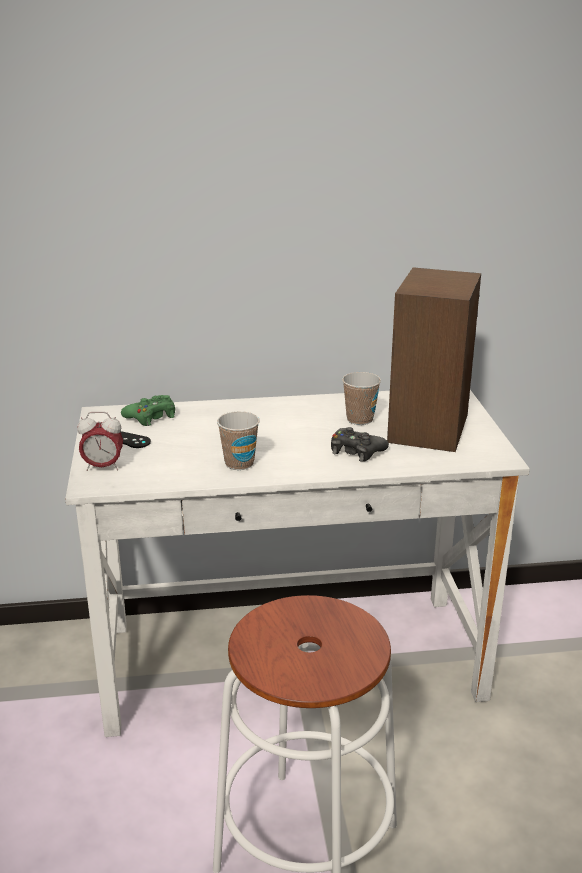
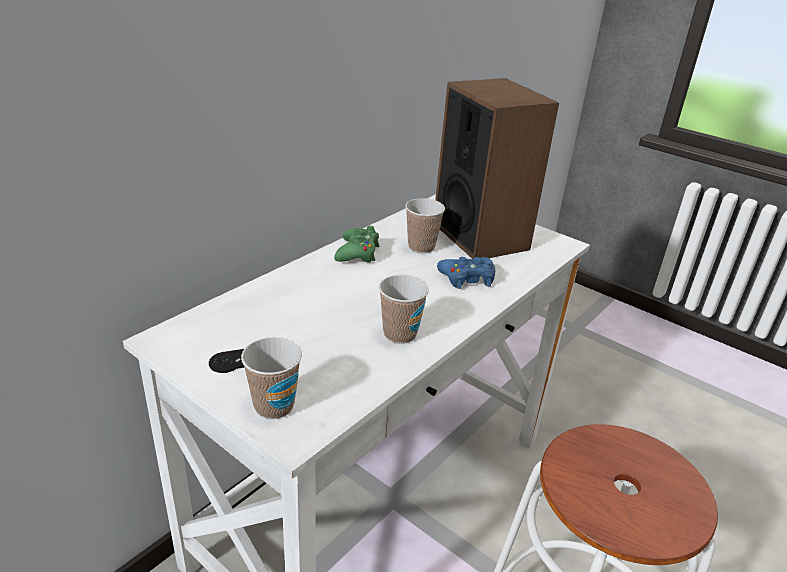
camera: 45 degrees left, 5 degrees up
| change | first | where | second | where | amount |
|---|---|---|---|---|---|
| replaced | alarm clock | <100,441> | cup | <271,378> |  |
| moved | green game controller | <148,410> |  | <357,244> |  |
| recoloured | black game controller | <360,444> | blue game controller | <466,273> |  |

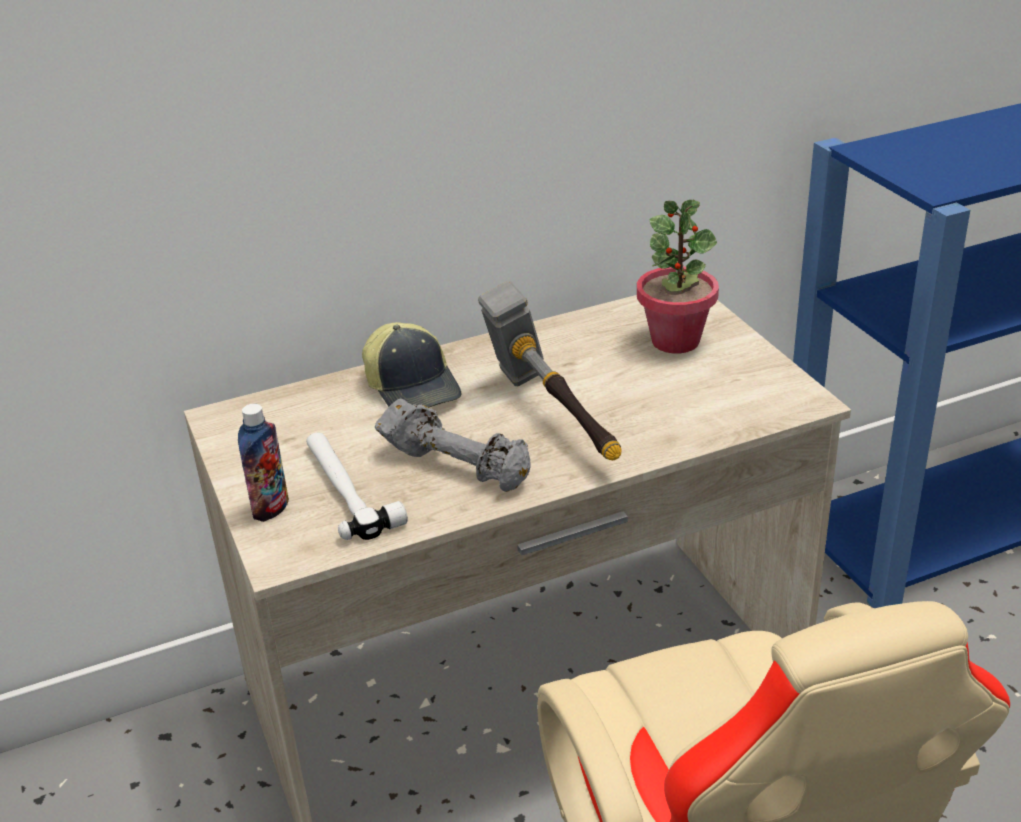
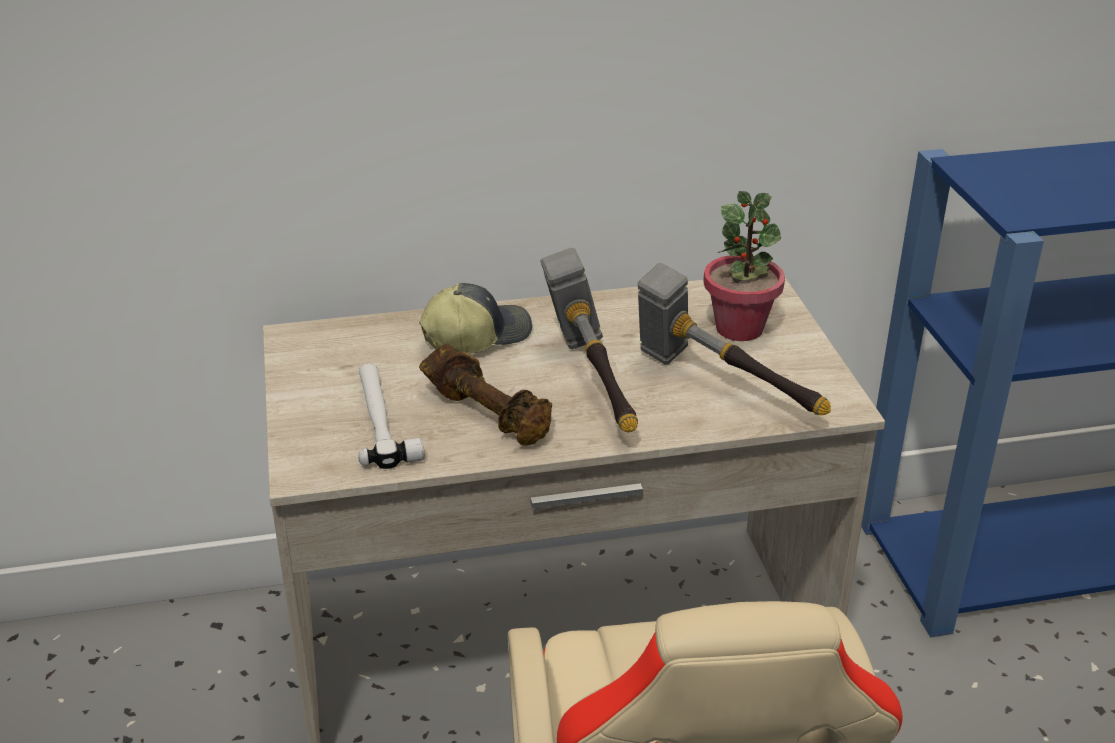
camera: 10 degrees right, 0 degrees up
| change | first | where | second | where | amount |
|---|---|---|---|---|---|
| turned | cap | <411,364> |  | <475,318> | 105 degrees counterclockwise |
| recoloured | grey dumbbell | <453,445> | brown dumbbell | <485,395> |  |
| added |  |  | hammer | <734,339> |  |
| removed | bottle | <263,463> |  |  |  |

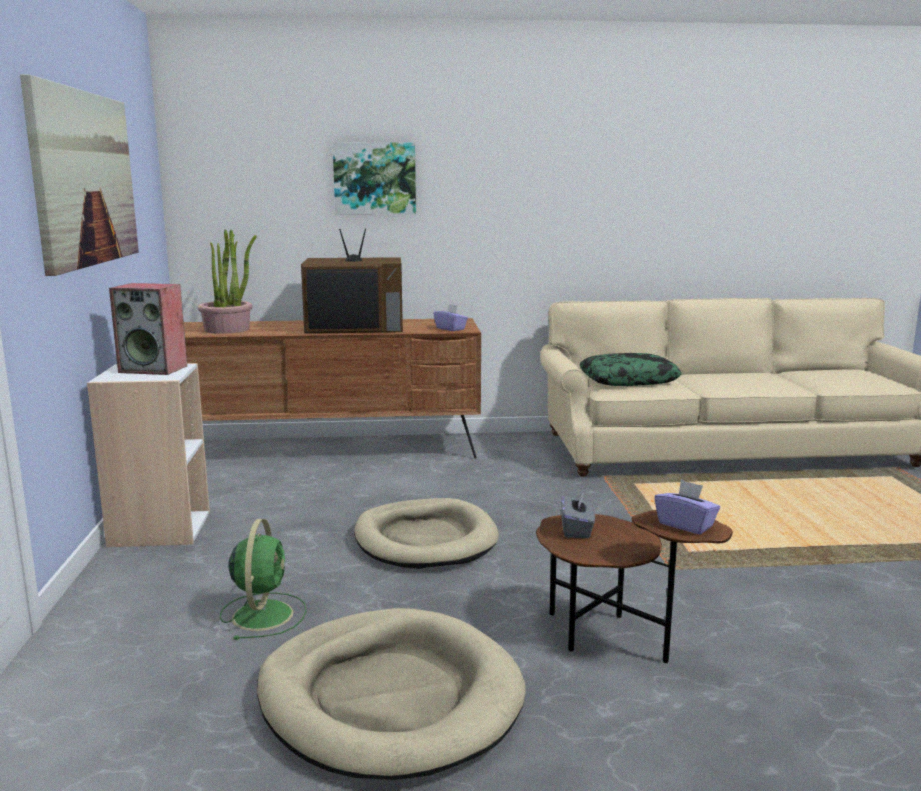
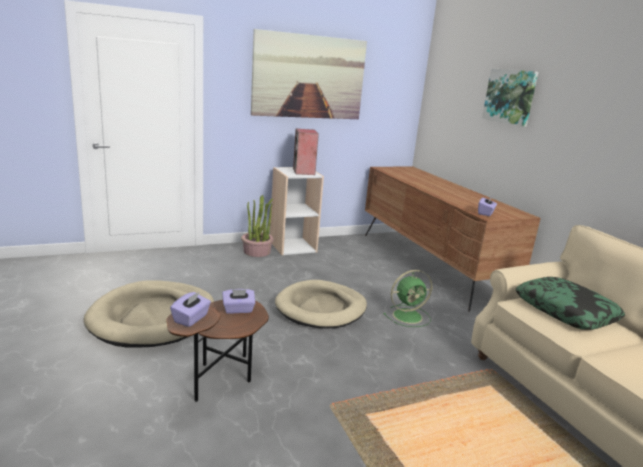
camera: 70 degrees right, 5 degrees up
| change | first | where | second | where | amount |
|---|---|---|---|---|---|
| recoloured | grey tissue box | <578,514> | purple tissue box | <238,301> |  |
| moved | potted plant | <227,281> |  | <257,226> |  |
| moved | green fan | <263,579> |  | <407,298> |  |
| removed | television | <352,281> |  |  |  |

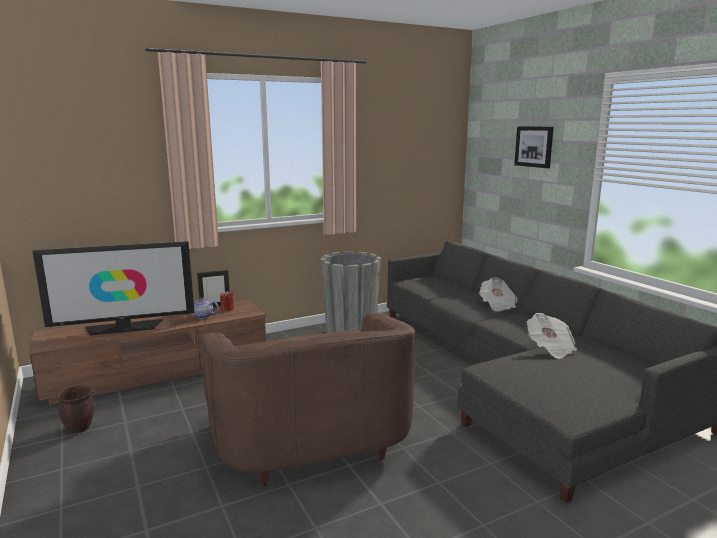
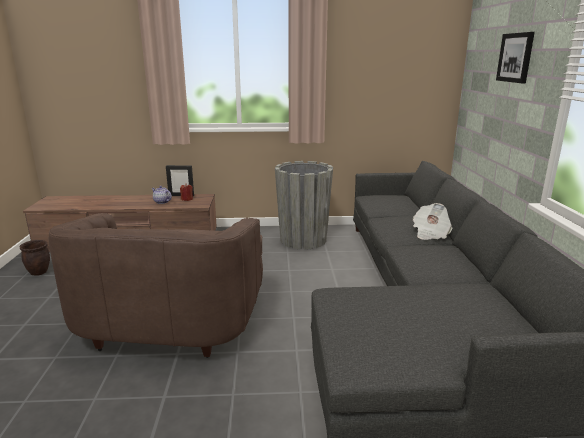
camera: 25 degrees right, 5 degrees up
| change | first | where | second | where | amount |
|---|---|---|---|---|---|
| removed | television | <114,288> |  |  |  |
| removed | newspaper | <552,336> |  |  |  |

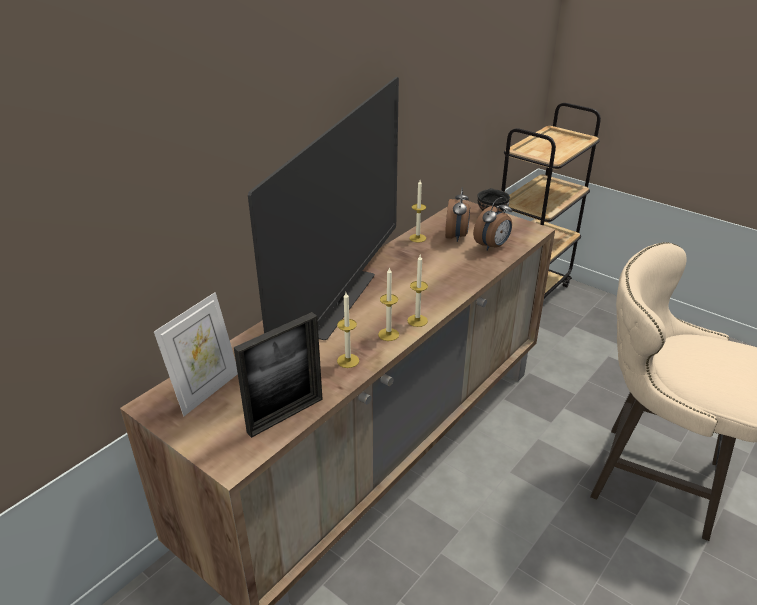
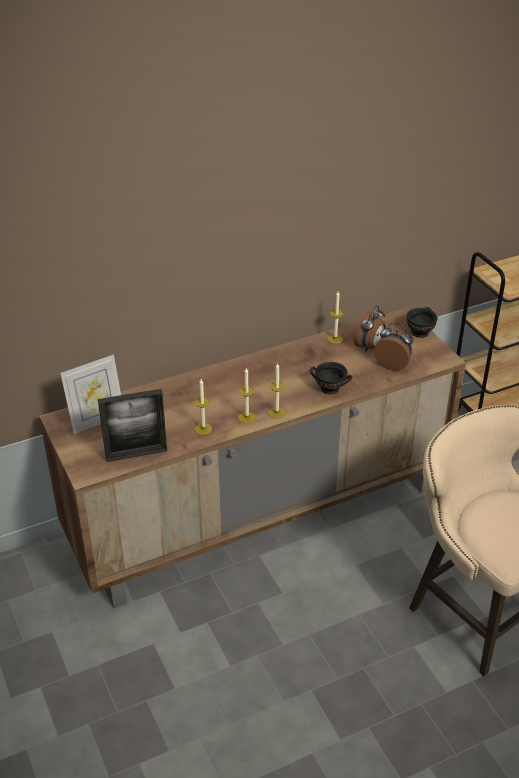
camera: 25 degrees right, 5 degrees up
| change | first | where | second | where | amount |
|---|---|---|---|---|---|
| added |  |  | black bowl | <331,378> |  |
| turned | alarm clock | <492,223> |  | <393,347> | 135 degrees counterclockwise |
| removed | television | <323,208> |  |  |  |

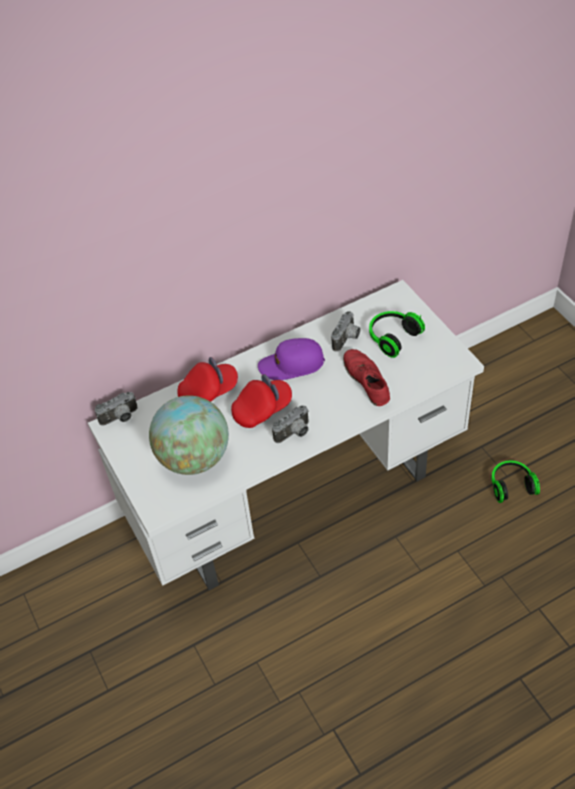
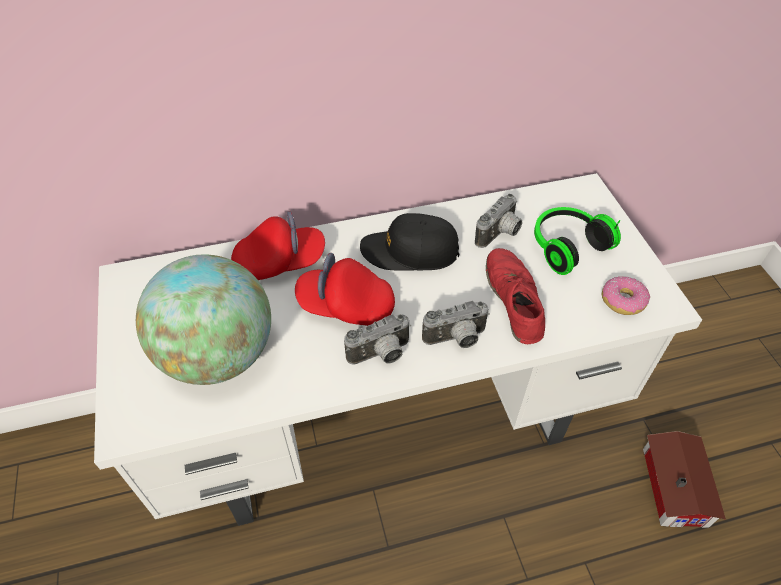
camera: 10 degrees right, 0 degrees up
| change | first | where | second | where | amount |
|---|---|---|---|---|---|
| turned | red cap | <261,401> |  | <345,289> | 150 degrees counterclockwise |
| recoloured | purple cap | <291,359> | black cap | <409,242> |  |
| moved | photo camera | <116,409> |  | <456,324> |  |
| added |  |  | donut | <626,295> |  |
| replaced | headphones | <515,482> | toy house | <684,479> |  |

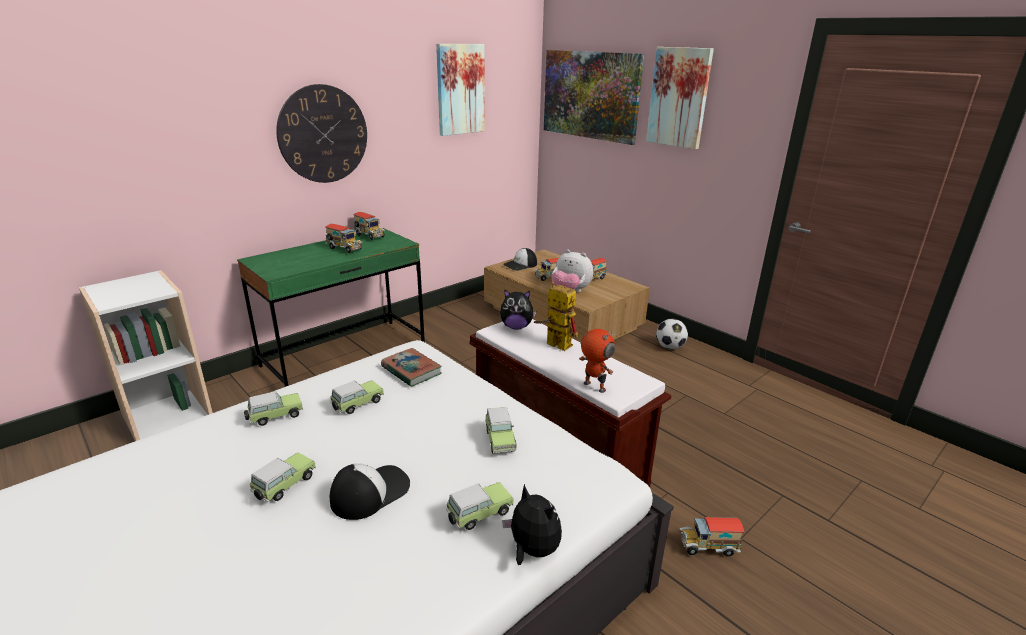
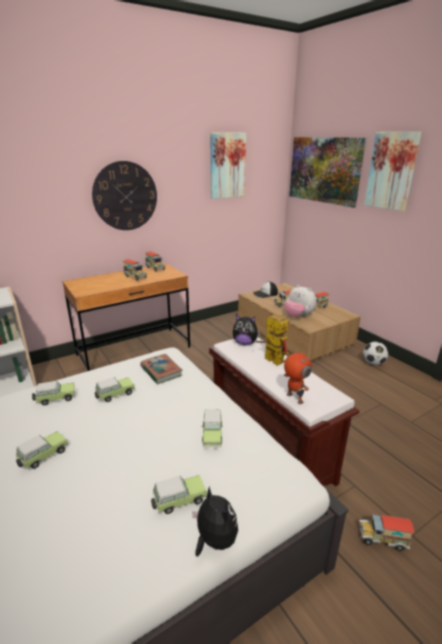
camera: 10 degrees right, 0 degrees up
| change | first | where | second | where | amount |
|---|---|---|---|---|---|
| recoloured | green desk | <331,307> | brown desk | <126,317> |  |
| removed | cap | <370,491> |  |  |  |

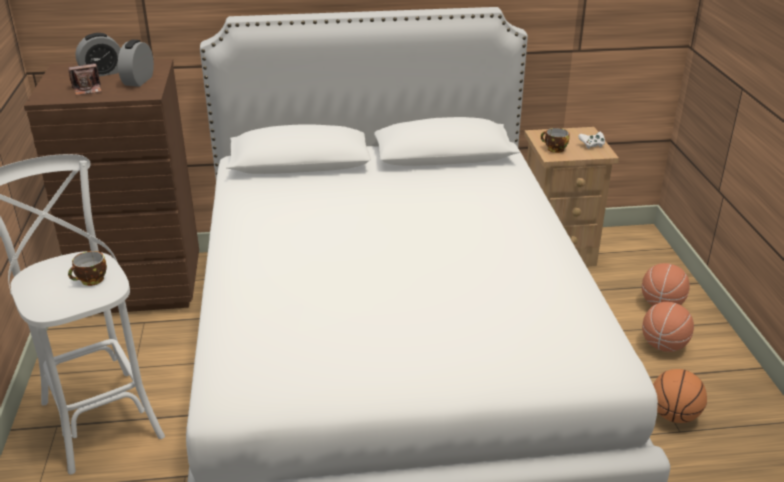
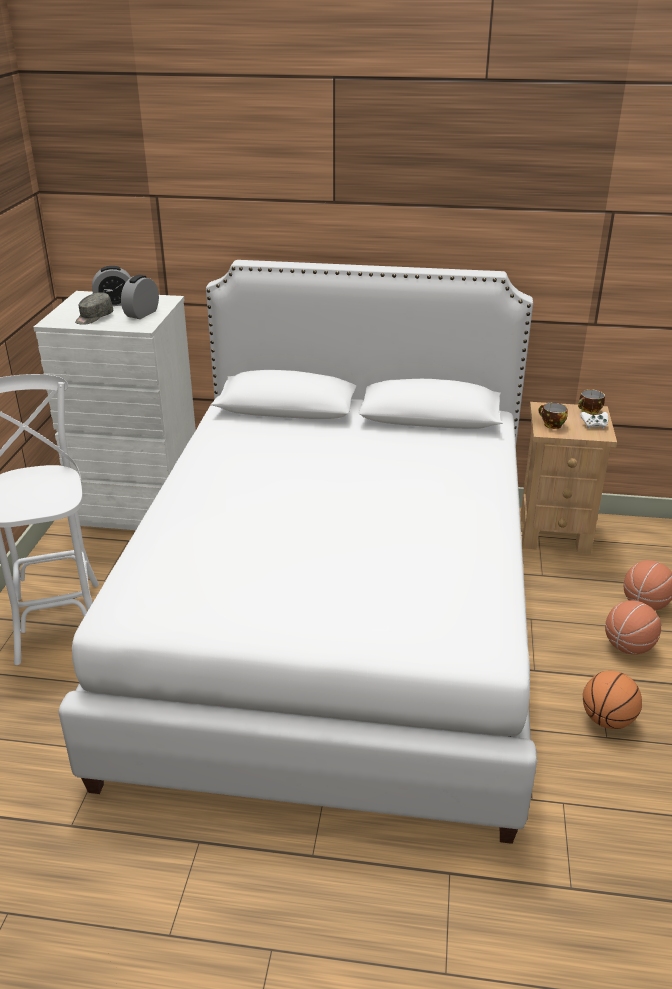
camera: 15 degrees right, 0 degrees up
| change | first | where | second | where | amount |
|---|---|---|---|---|---|
| recoloured | brown dresser | <111,186> | white dresser | <114,410> |  |
| replaced | photo camera | <85,79> | grey cap | <94,309> |  |
| moved | cup | <87,268> |  | <591,402> |  |

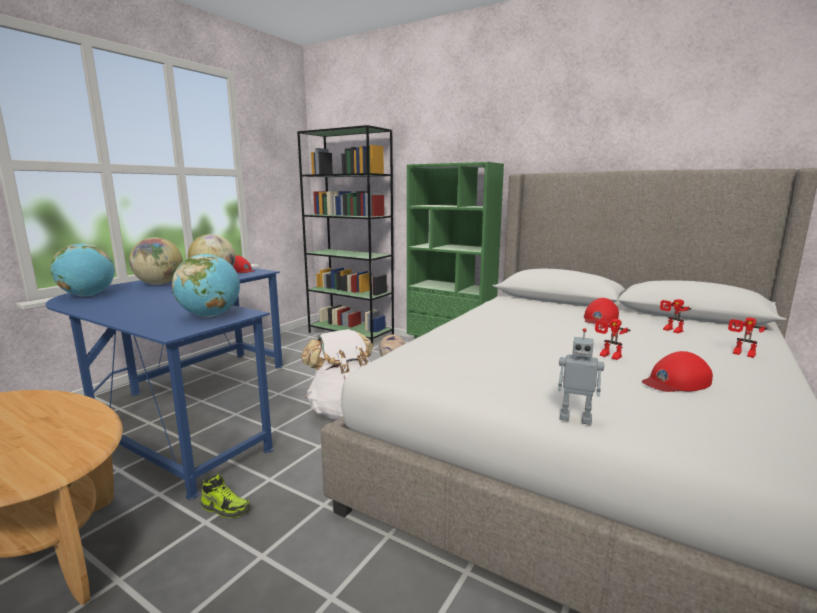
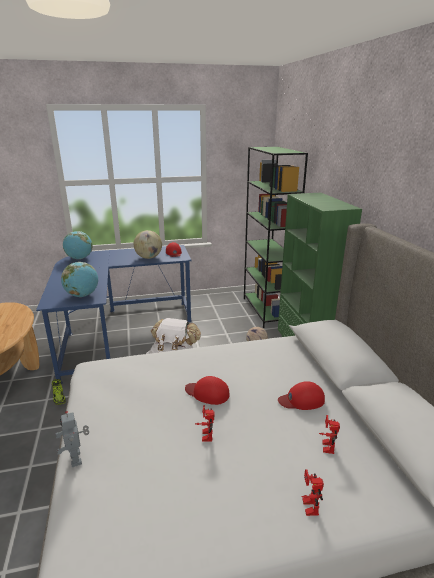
camera: 45 degrees right, 10 degrees up
| change | first | where | second | where | amount |
|---|---|---|---|---|---|
| moved | red cap | <677,371> |  | <207,390> |  |
| removed | globe | <156,261> |  |  |  |

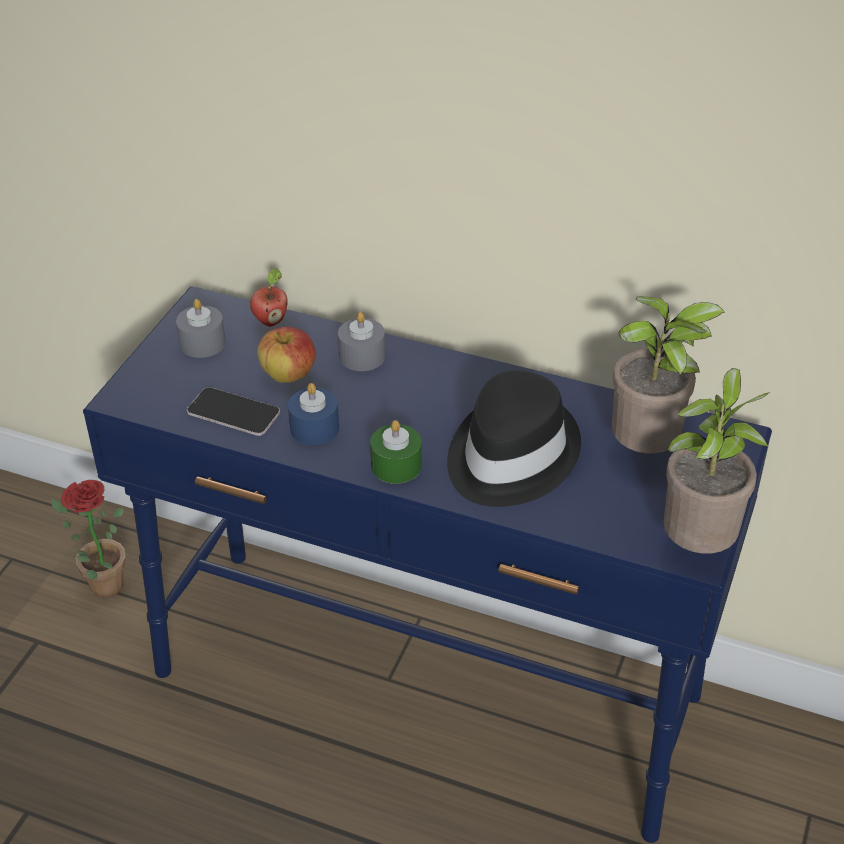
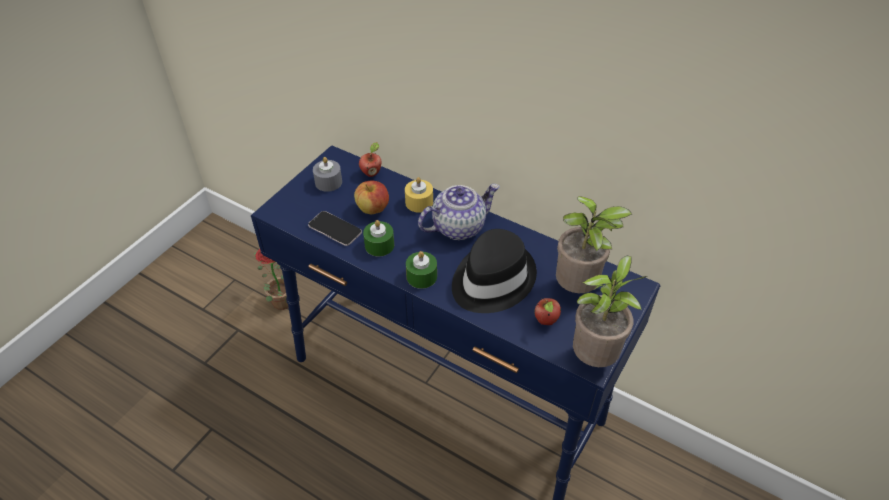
camera: 10 degrees right, 5 degrees up
| change | first | where | second | where | amount |
|---|---|---|---|---|---|
| recoloured | blue candle | <313,414> | green candle | <378,238> |  |
| recoloured | grey candle | <361,341> | yellow candle | <419,195> |  |
| added |  |  | teapot | <459,212> |  |
| added |  |  | apple | <547,311> |  |

